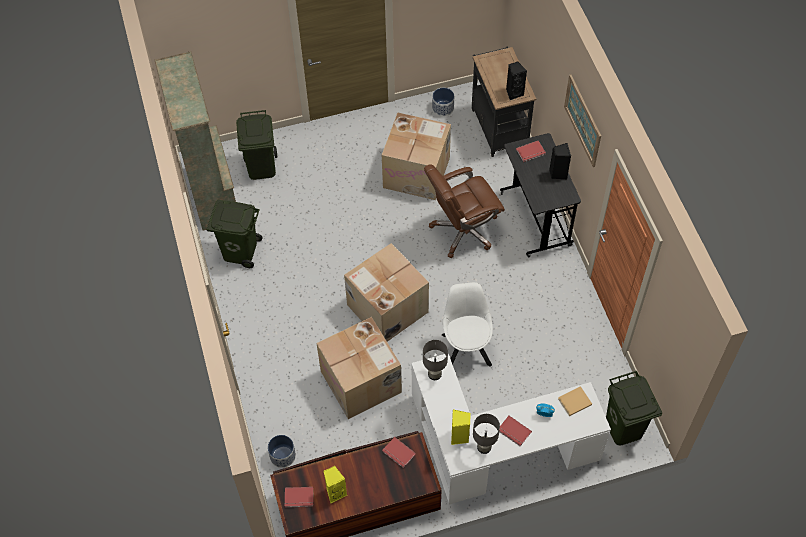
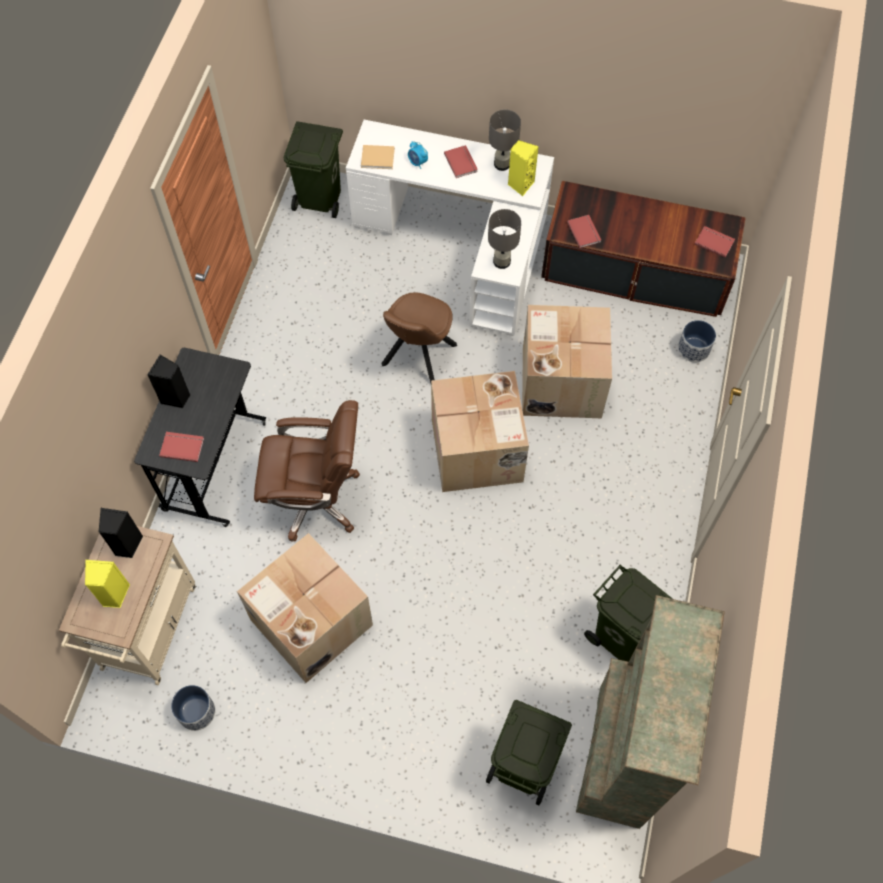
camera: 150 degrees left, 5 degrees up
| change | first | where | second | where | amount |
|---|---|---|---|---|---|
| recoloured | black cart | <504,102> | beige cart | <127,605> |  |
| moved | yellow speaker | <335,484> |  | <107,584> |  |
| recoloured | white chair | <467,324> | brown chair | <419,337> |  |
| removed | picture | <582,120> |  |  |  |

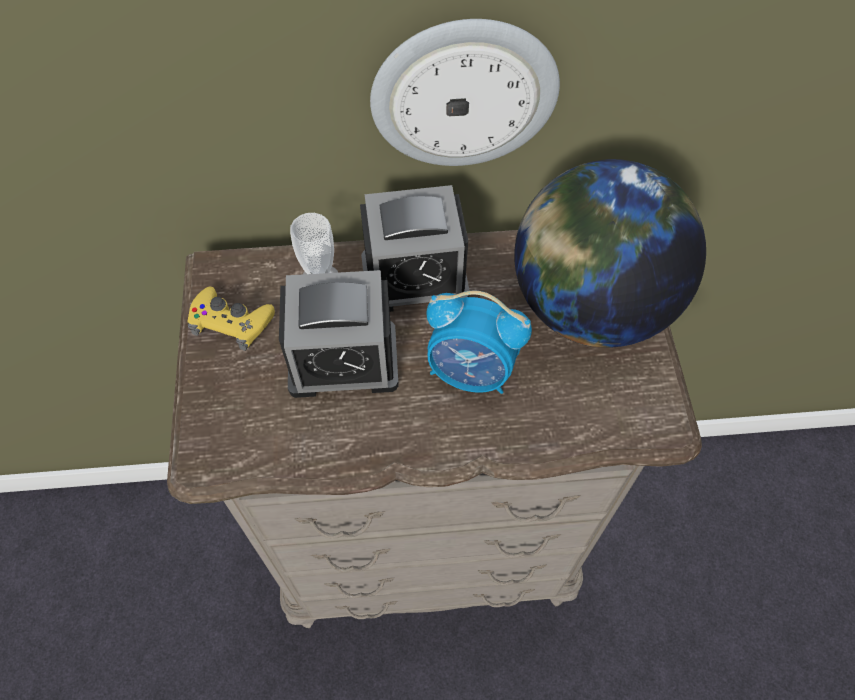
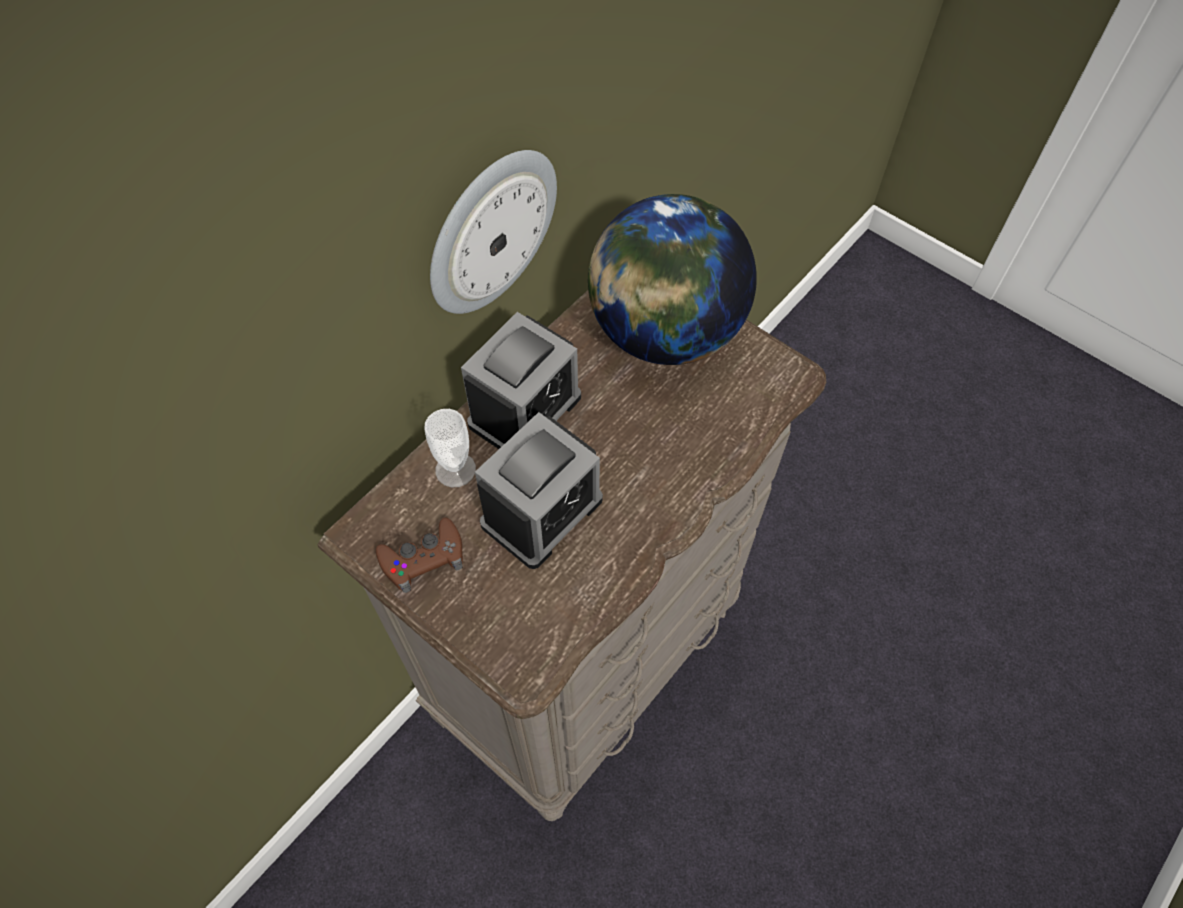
camera: 45 degrees left, 0 degrees up
| change | first | where | second | where | amount |
|---|---|---|---|---|---|
| recoloured | yellow game controller | <231,319> | brown game controller | <419,555> |  |
| removed | alarm clock | <479,342> |  |  |  |

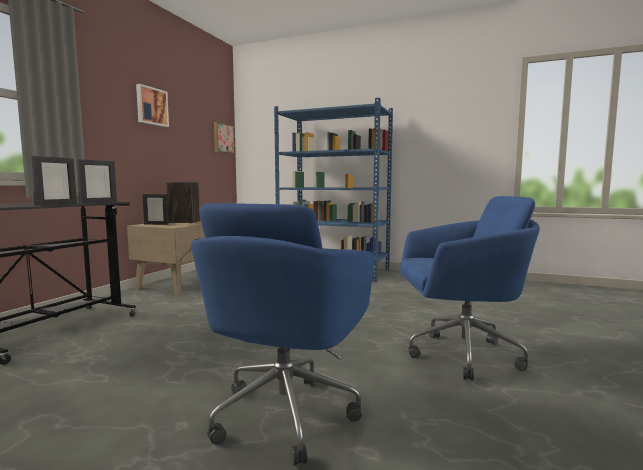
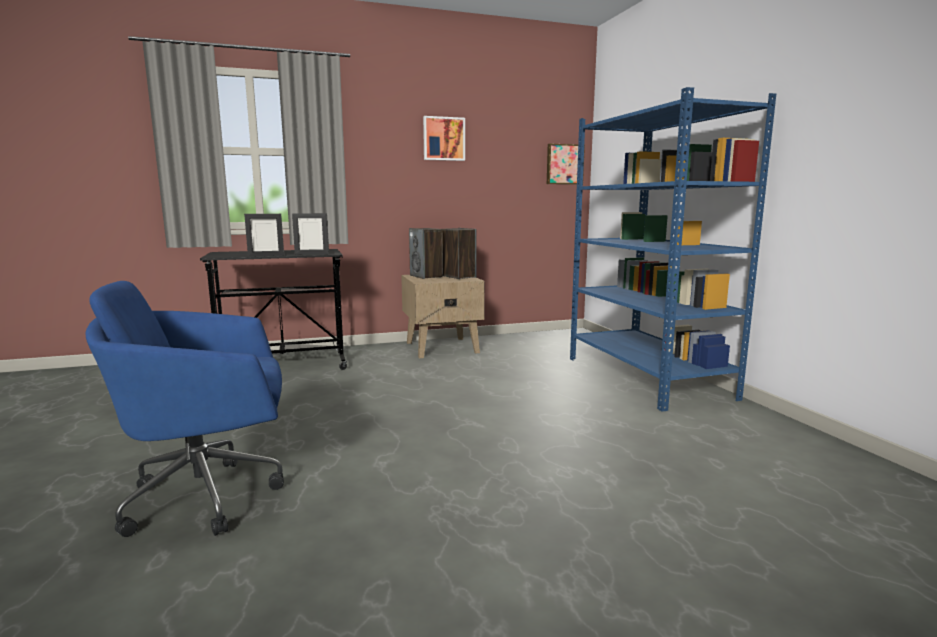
camera: 50 degrees right, 5 degrees up
| change | first | where | second | where | amount |
|---|---|---|---|---|---|
| replaced | picture frame | <155,209> | speaker | <426,253> |  |
| removed | blue office chair | <470,288> |  |  |  |

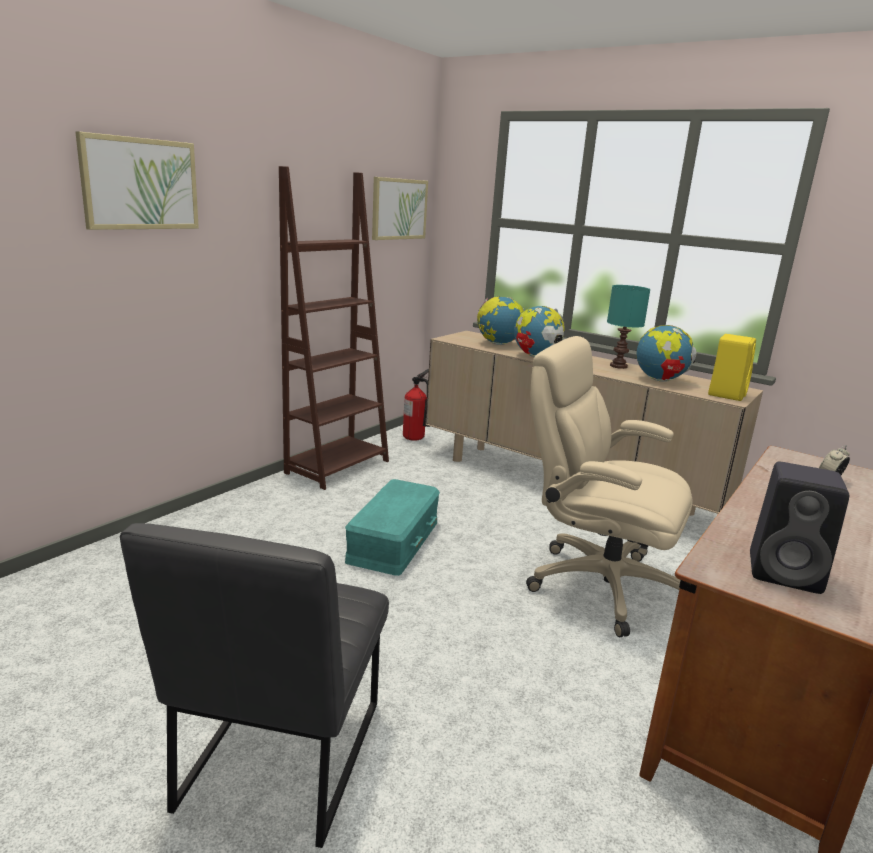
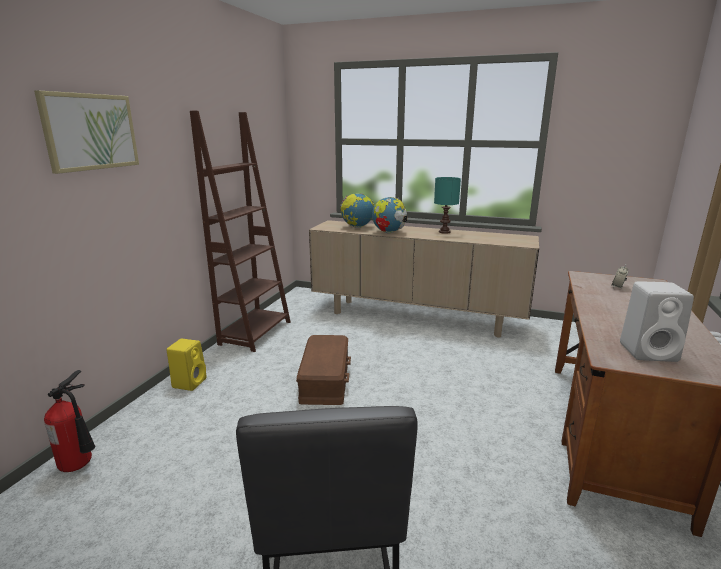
camera: 15 degrees left, 0 degrees up
| change | first | where | second | where | amount |
|---|---|---|---|---|---|
| moved | fire extinguisher | <416,405> |  | <70,421> |  |
| moved | yellow speaker | <732,367> |  | <187,365> |  |
| recoloured | turquoise storage box | <392,527> | brown storage box | <323,370> |  |
| recoloured | black speaker | <799,528> | white speaker | <657,321> |  |
| removed | picture | <400,208> |  |  |  |
| removed | beige office chair | <609,486> |  |  |  |
| removed | globe | <666,353> |  |  |  |

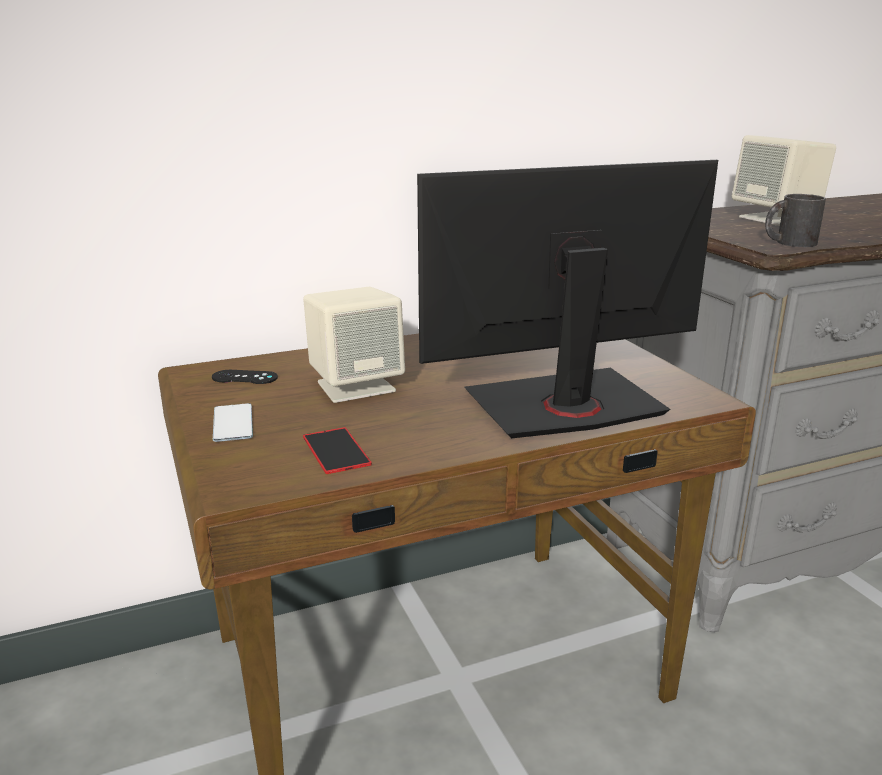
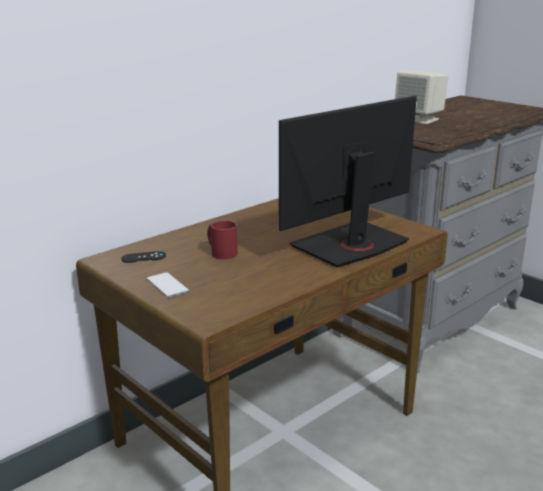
camera: 20 degrees left, 0 degrees up
| change | first | where | second | where | amount |
|---|---|---|---|---|---|
| replaced | beige speaker | <354,345> | red mug | <222,239> |  |
| removed | phone | <337,450> |  |  |  |
| removed | black mug | <795,220> |  |  |  |

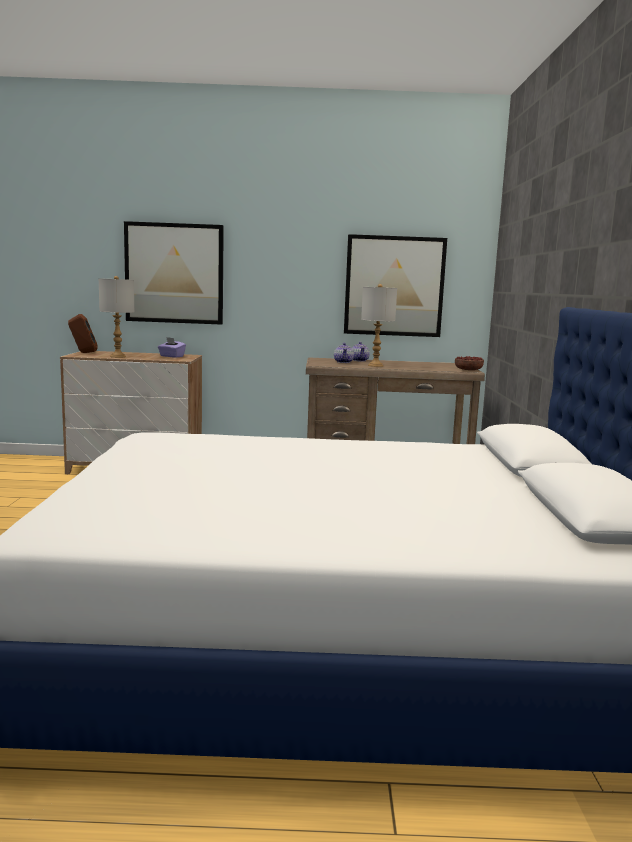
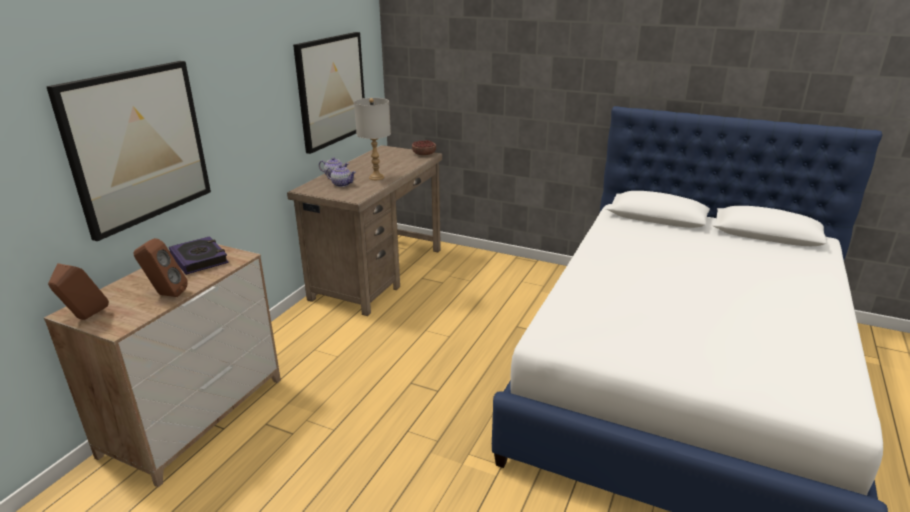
camera: 65 degrees left, 15 degrees up
| change | first | where | second | where | amount |
|---|---|---|---|---|---|
| replaced | grey table lamp | <116,317> | brown speaker | <160,267> |  |
| replaced | purple tissue box | <172,347> | book | <199,255> |  |

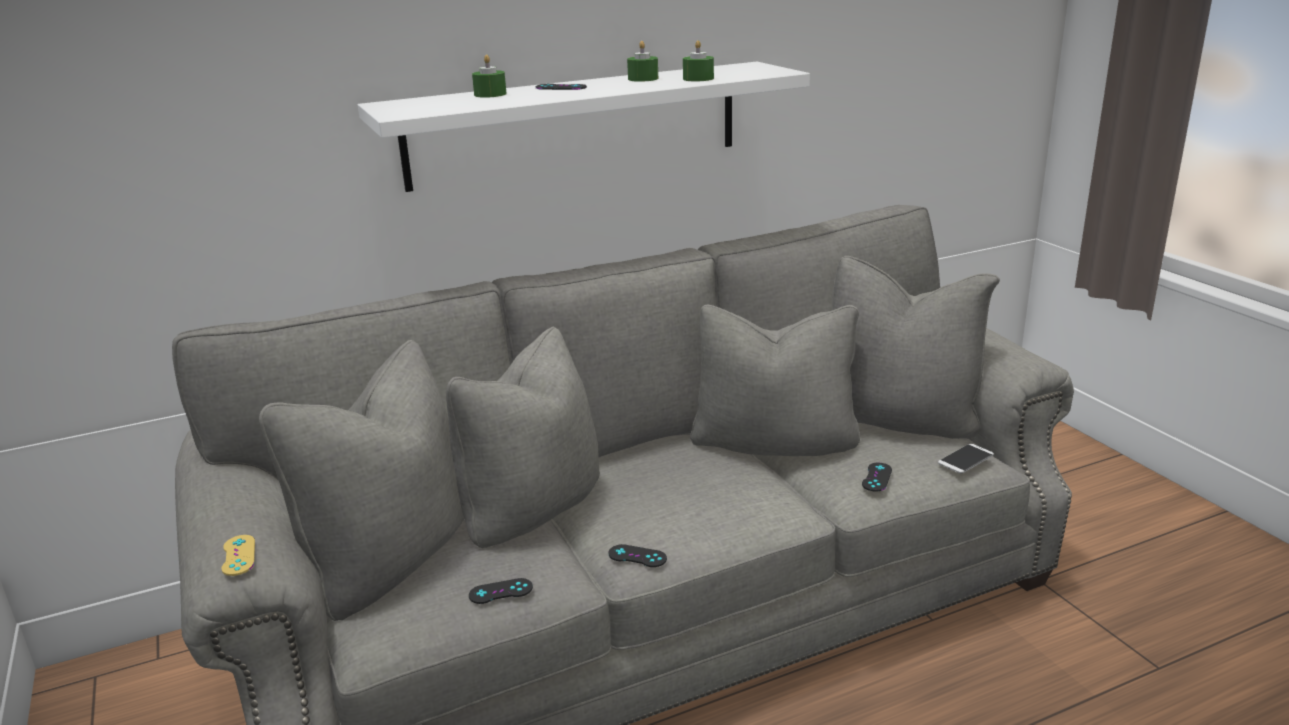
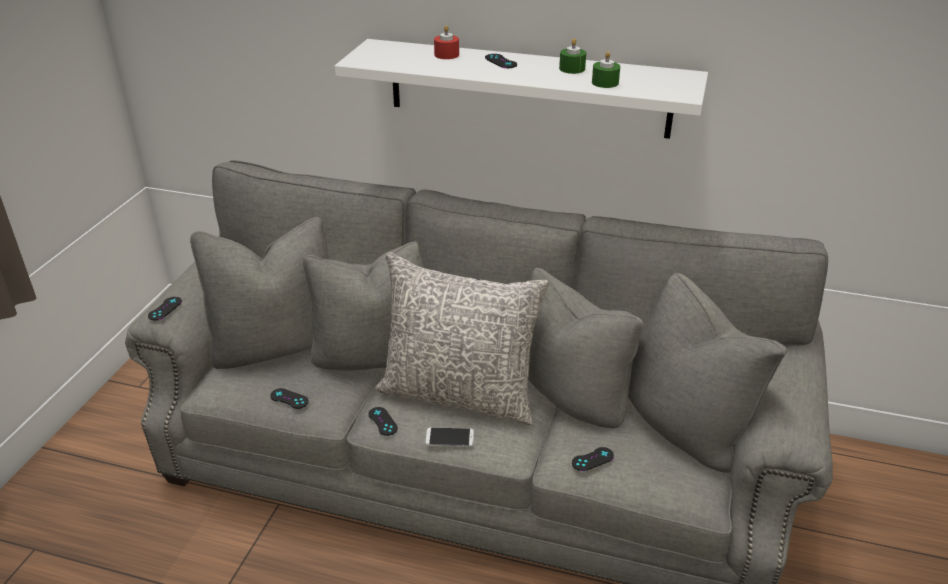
camera: 40 degrees right, 10 degrees up
| change | first | where | second | where | amount |
|---|---|---|---|---|---|
| recoloured | yellow game controller | <238,555> | black game controller | <165,309> |  |
| added |  |  | grey pillow | <462,338> |  |
| moved | phone | <966,458> |  | <449,437> |  |
| recoloured | green candle | <489,76> | red candle | <446,42> |  |

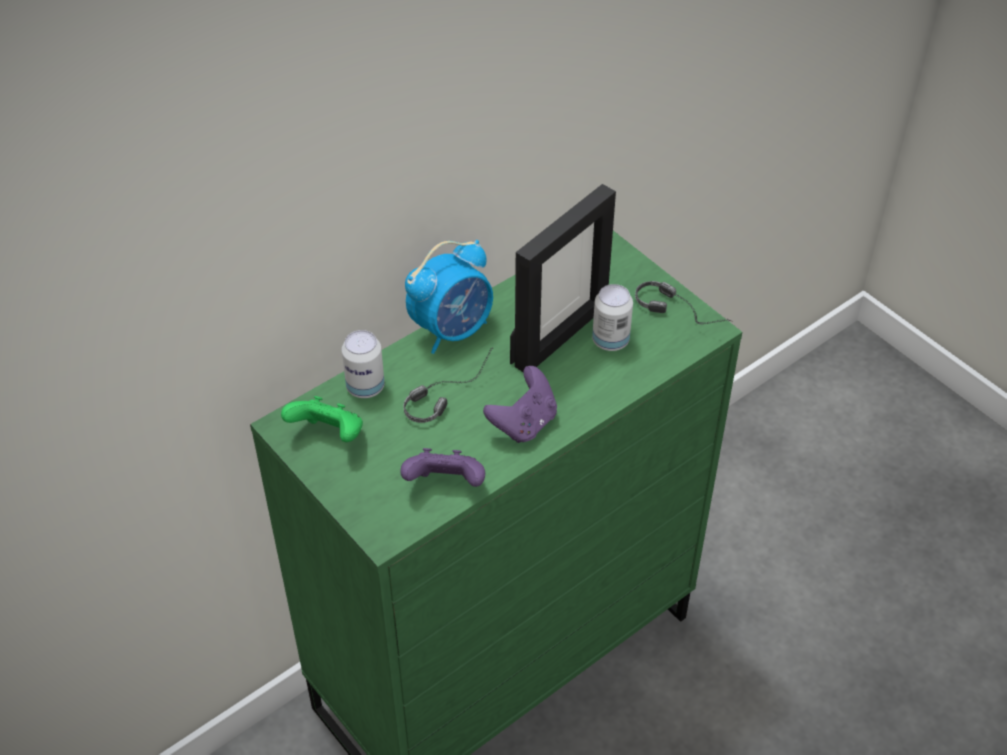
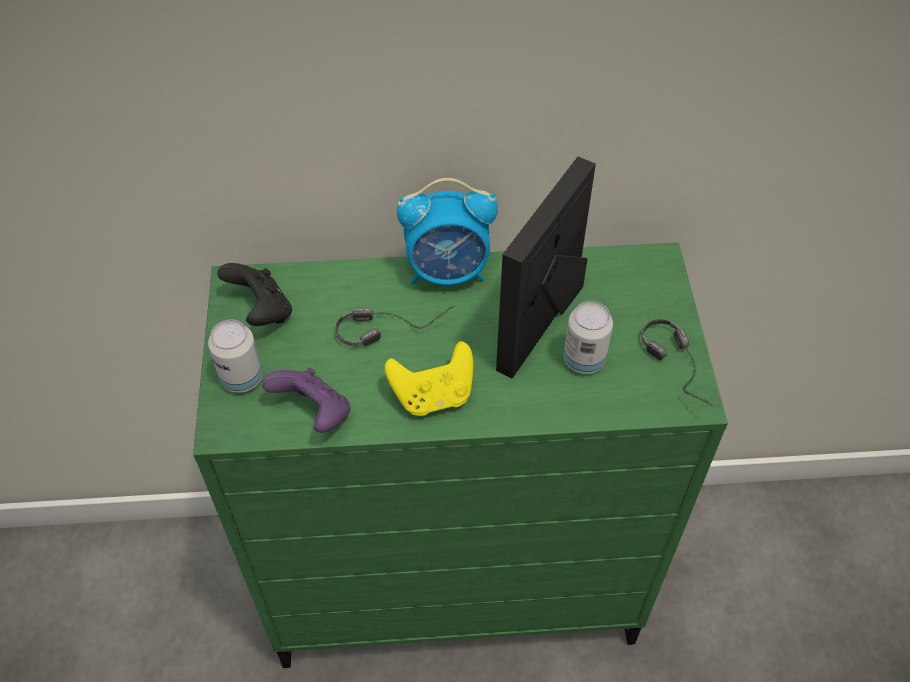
camera: 35 degrees right, 5 degrees up
| change | first | where | second | where | amount |
|---|---|---|---|---|---|
| moved | can | <363,364> |  | <235,356> |  |
| recoloured | green game controller | <322,419> | black game controller | <254,294> |  |
| recoloured | purple game controller | <520,404> | yellow game controller | <429,378> |  |
| turned | picture frame | <563,278> |  | <546,267> | 135 degrees clockwise |

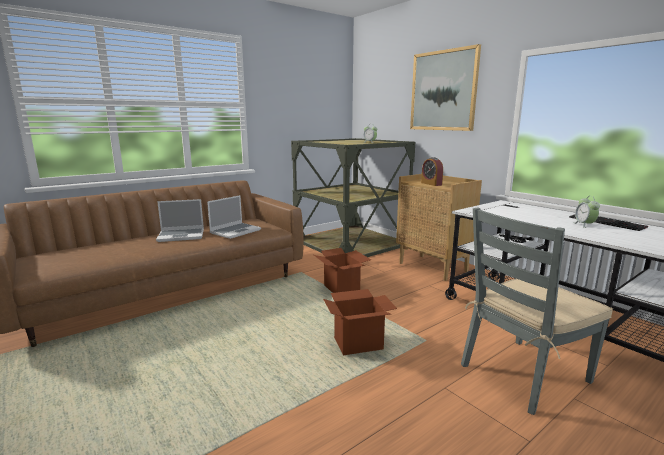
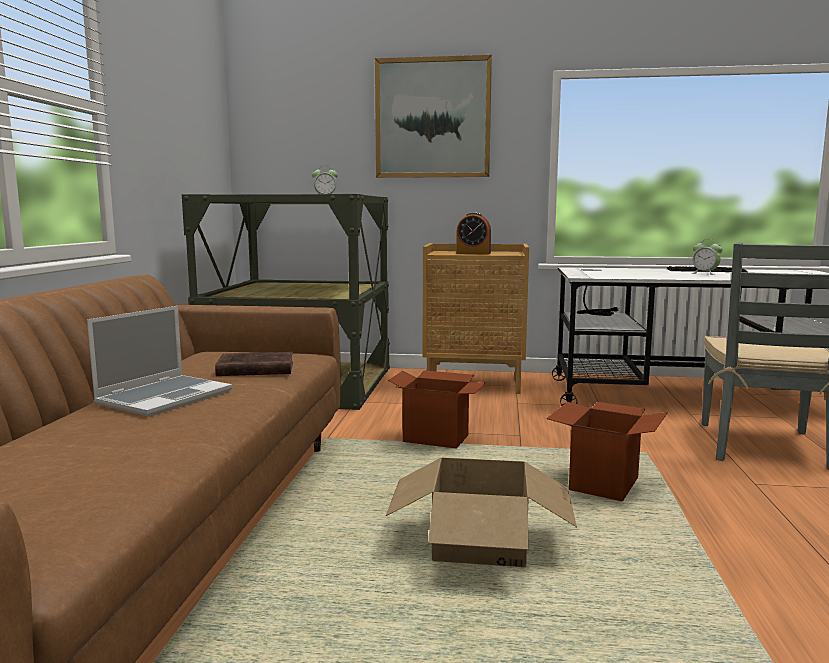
camera: 45 degrees left, 5 degrees down
| change | first | where | second | where | amount |
|---|---|---|---|---|---|
| replaced | laptop | <234,217> | brown book | <254,364> |  |
| added |  |  | cardboard box | <481,512> |  |

